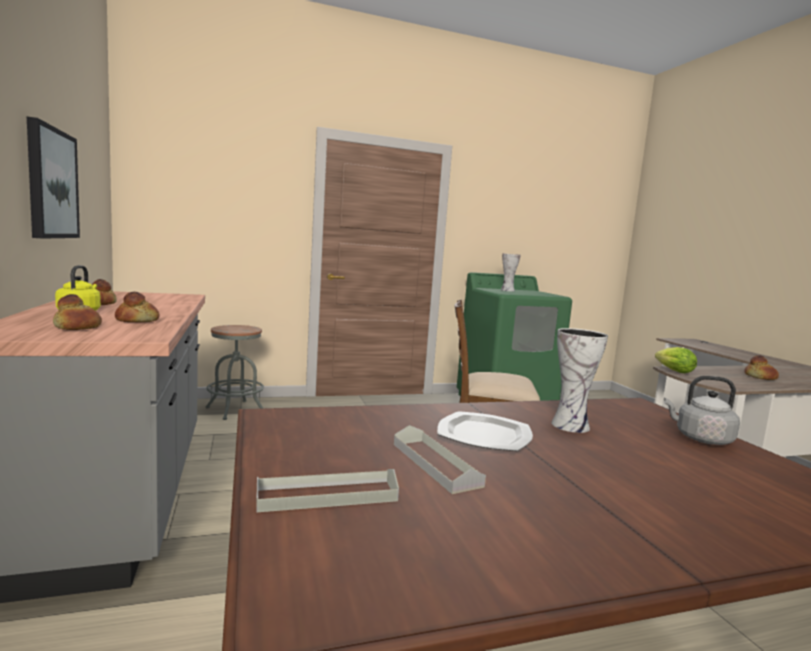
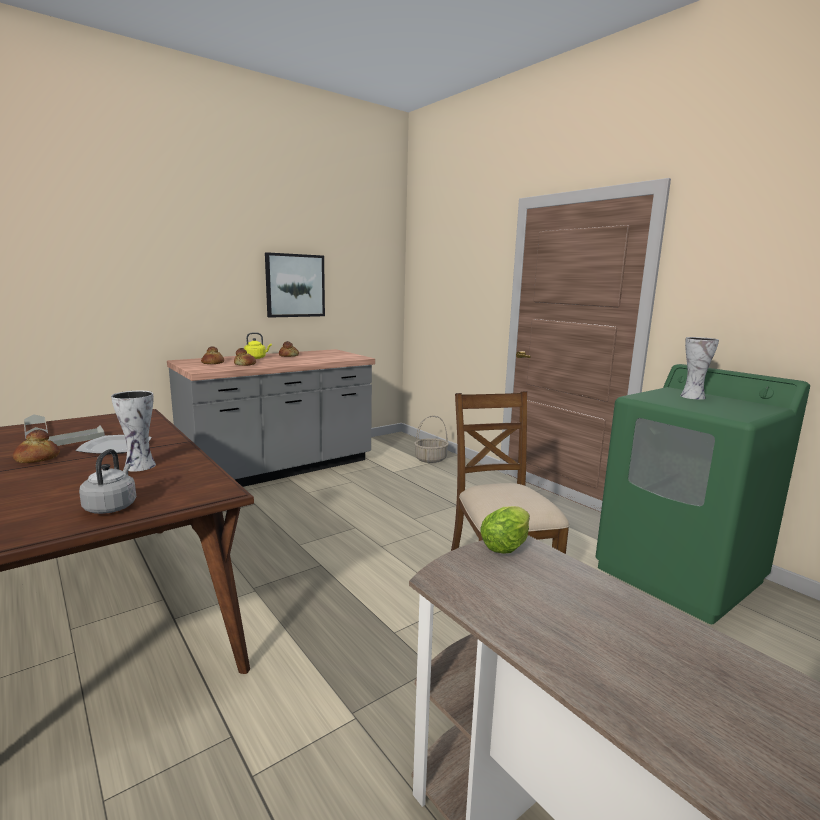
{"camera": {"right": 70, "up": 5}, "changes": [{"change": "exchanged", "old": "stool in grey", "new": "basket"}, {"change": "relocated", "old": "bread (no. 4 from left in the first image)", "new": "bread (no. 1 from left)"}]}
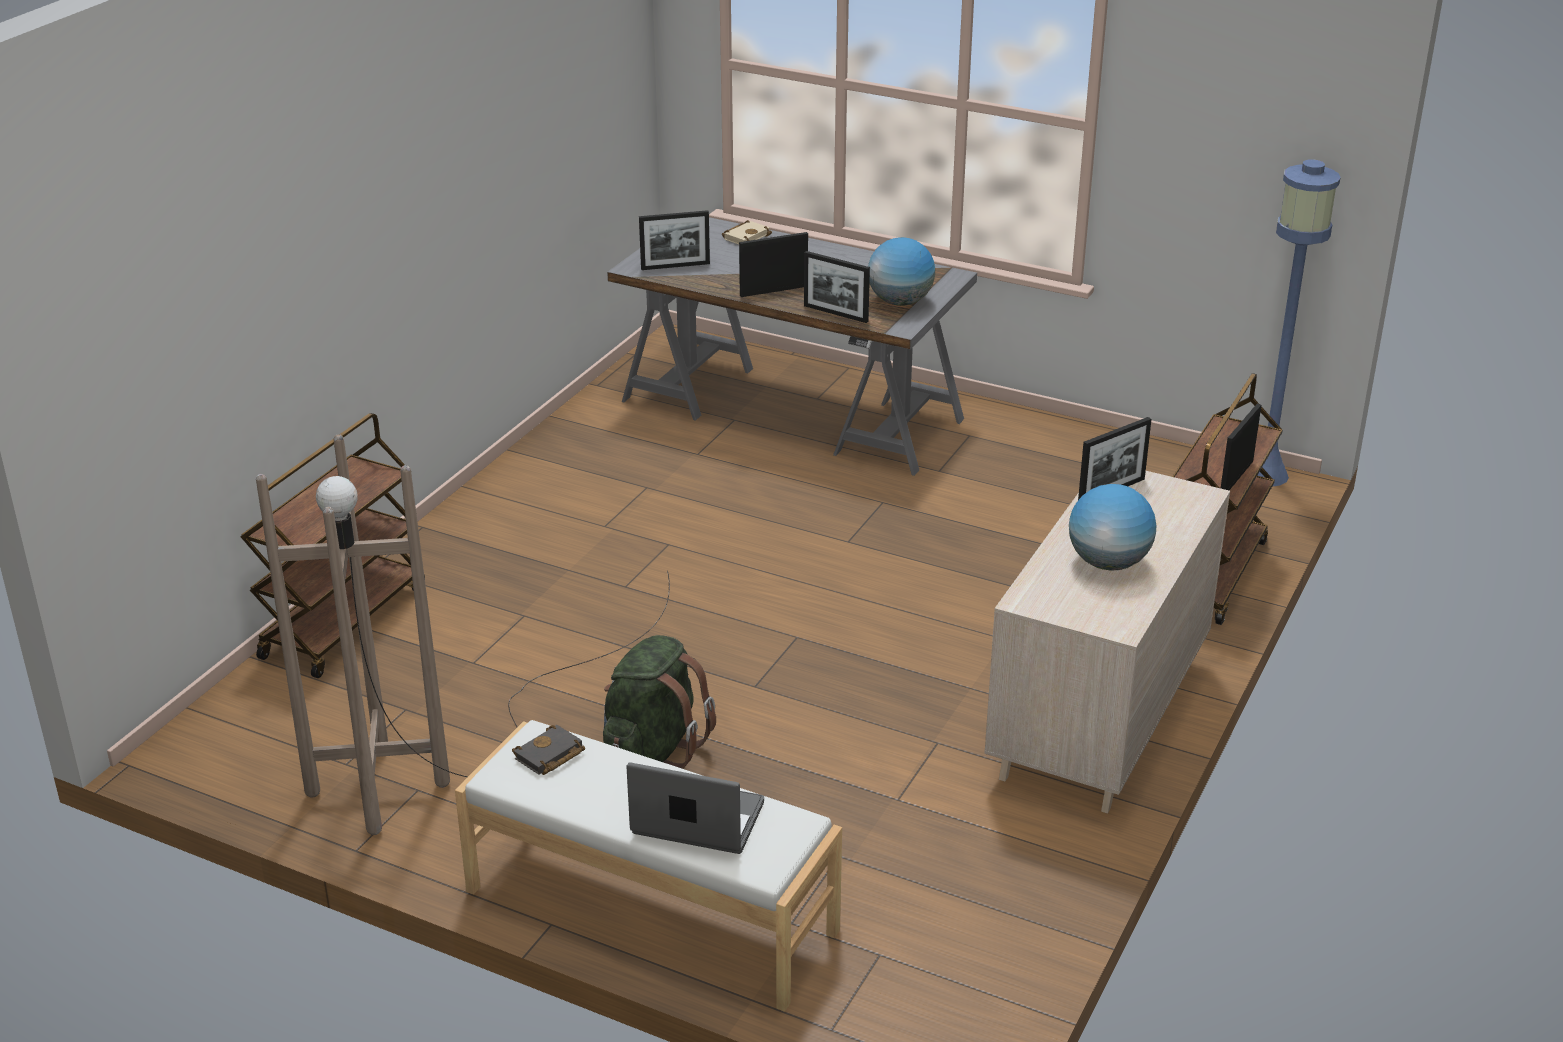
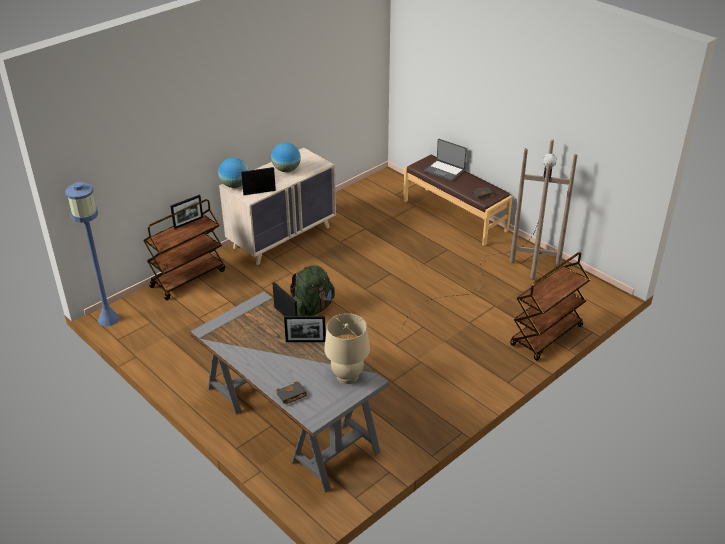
{"camera": {"right": -160, "up": 5}, "changes": [{"change": "colour", "old": "bench in white", "new": "bench in brown"}, {"change": "relocated", "old": "backpack in green"}, {"change": "exchanged", "old": "picture frame (no. 1 from left)", "new": "table lamp in beige"}, {"change": "colour", "old": "book in beige", "new": "book in black (no. 1 from left)"}, {"change": "relocated", "old": "globe (no. 1 from left)"}]}
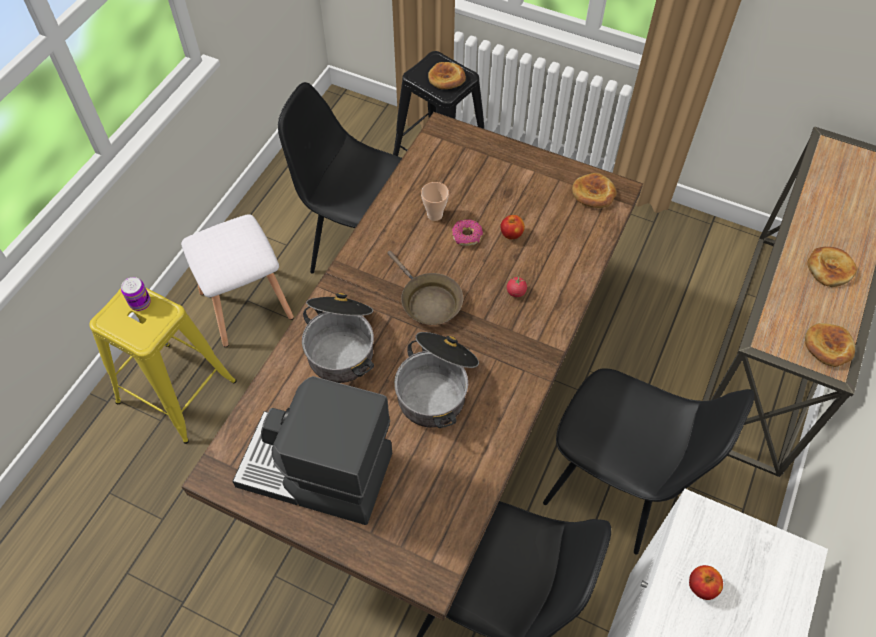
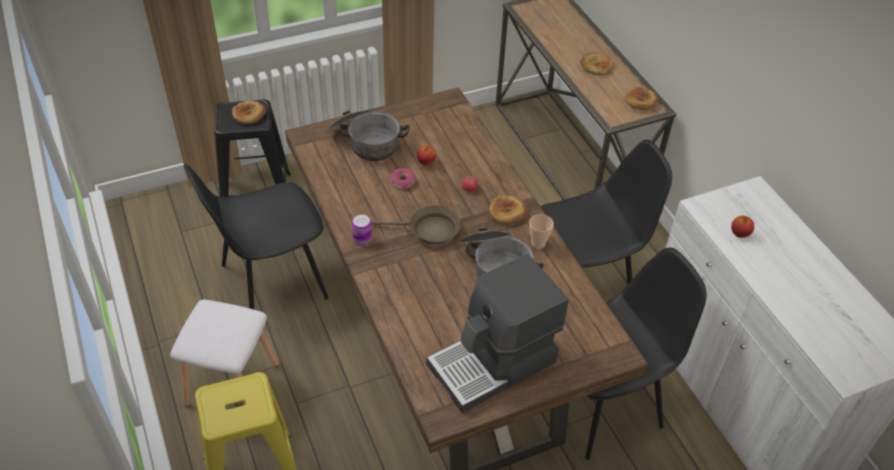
{"camera": {"right": -50, "up": -10}, "changes": [{"change": "relocated", "old": "can"}, {"change": "relocated", "old": "cooking pot (no. 1 from left)"}, {"change": "relocated", "old": "cup"}, {"change": "relocated", "old": "bread (no. 2 from left)"}]}
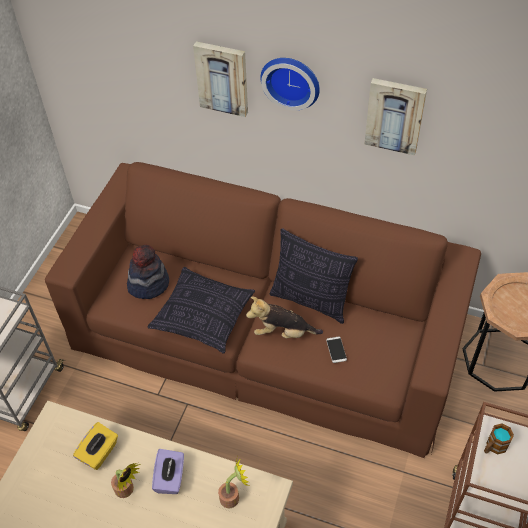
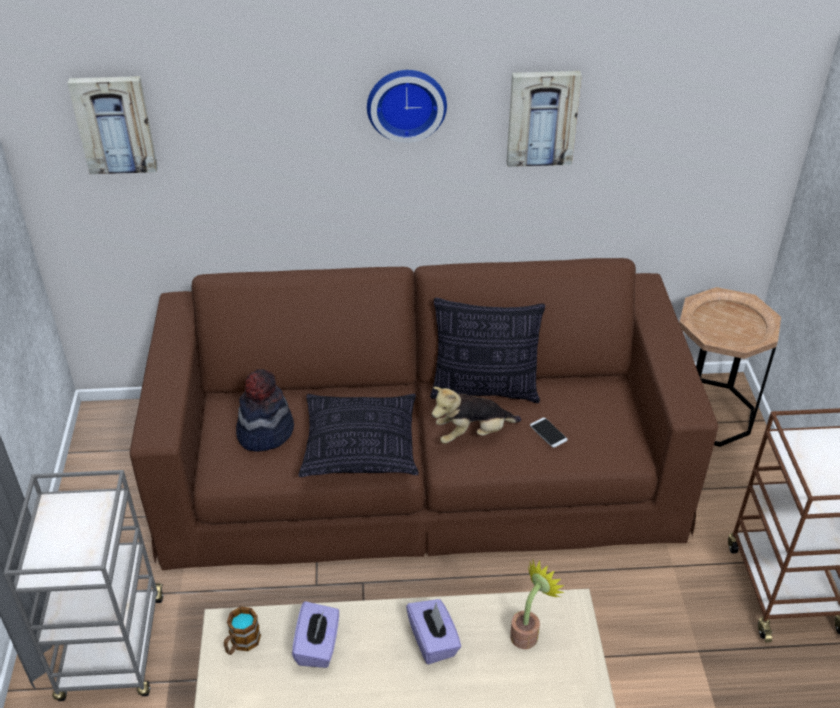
{"camera": {"right": -25, "up": -10}, "changes": [{"change": "colour", "old": "tissue box in yellow", "new": "tissue box in purple (no. 1 from left)"}, {"change": "missing", "old": "potted plant (no. 1 from left)"}, {"change": "relocated", "old": "picture (no. 1 from left)"}, {"change": "relocated", "old": "mug"}]}
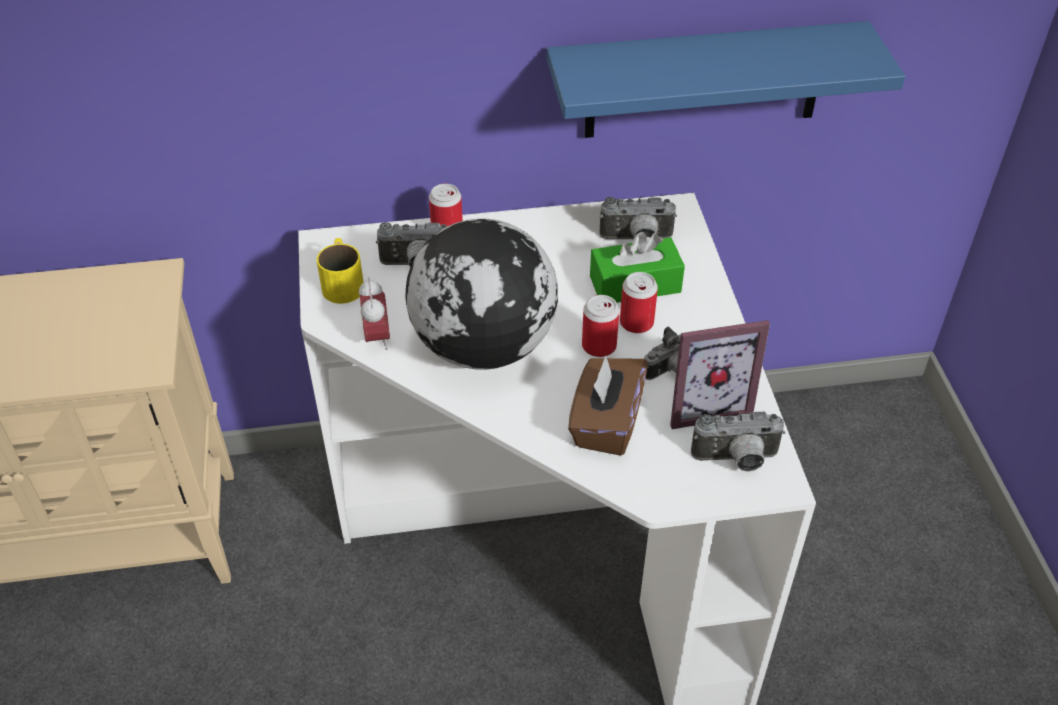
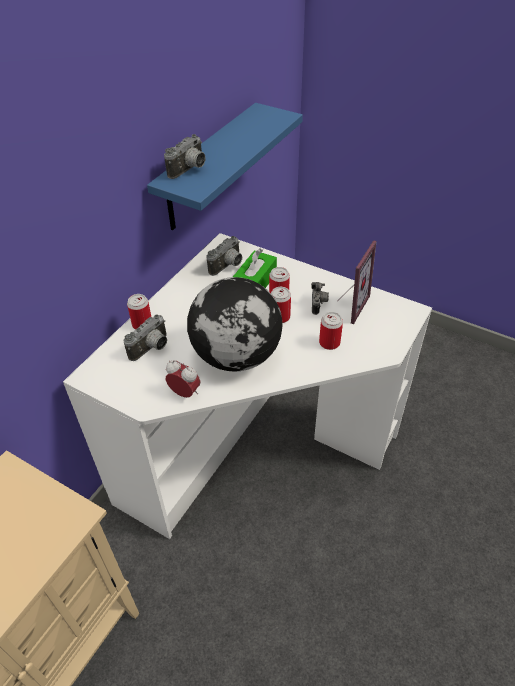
{"camera": {"right": -50, "up": 0}, "changes": [{"change": "missing", "old": "mug in yellow"}, {"change": "exchanged", "old": "tissue box in brown", "new": "can (no. 4 from left)"}, {"change": "relocated", "old": "photo camera (no. 4 from left in the first image)", "new": "photo camera (no. 2 from left)"}]}
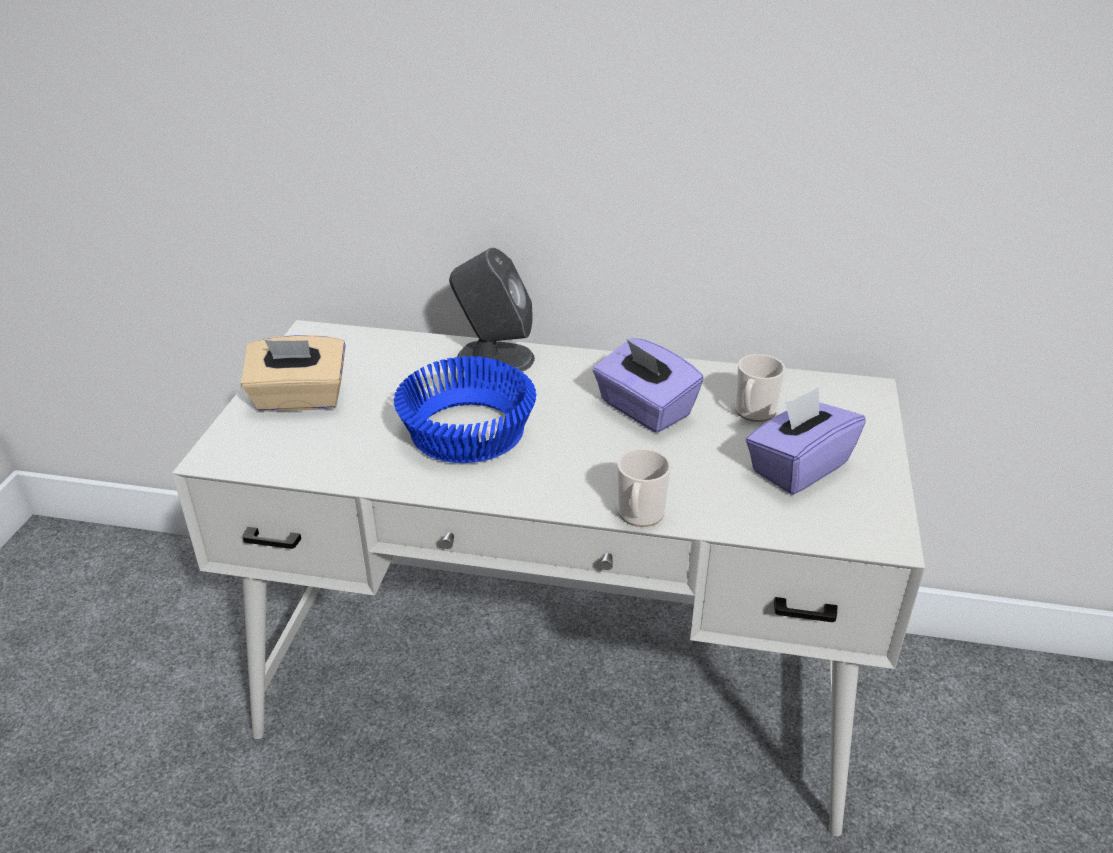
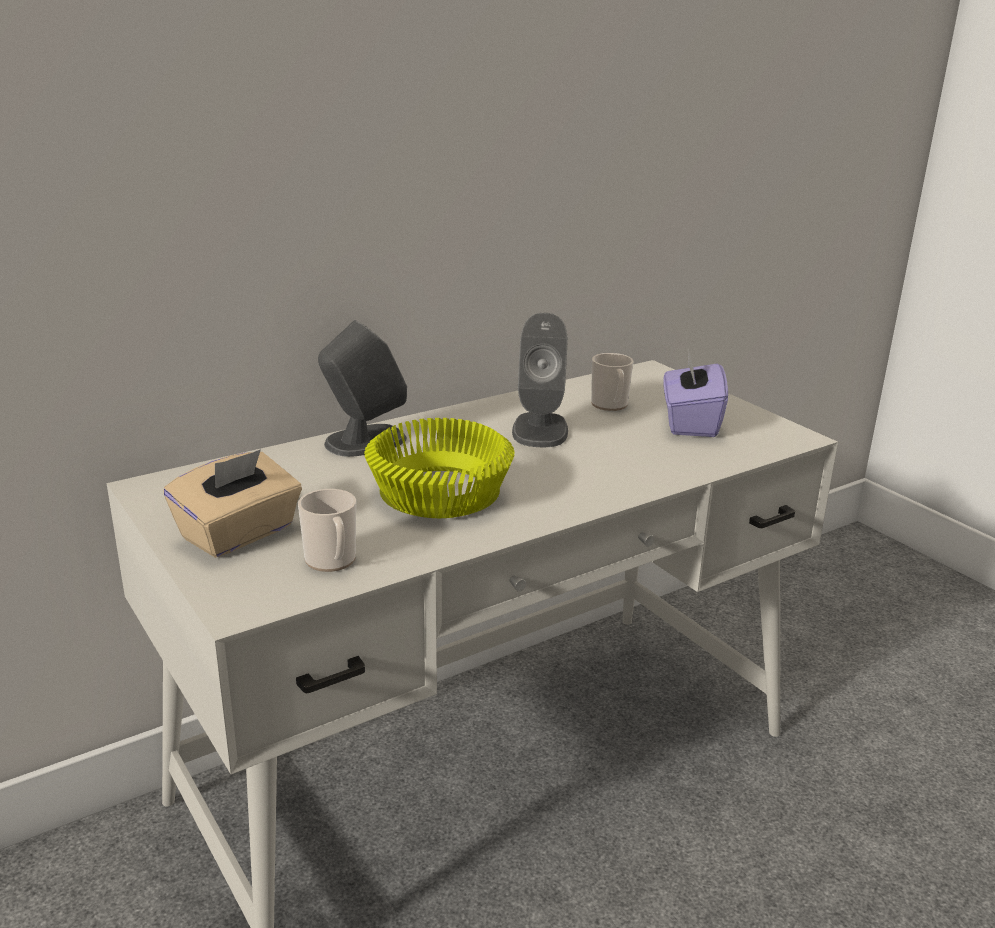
{"camera": {"right": -45, "up": -10}, "changes": [{"change": "colour", "old": "bowl in blue", "new": "bowl in yellow"}, {"change": "exchanged", "old": "tissue box in purple (no. 1 from left)", "new": "speaker in grey (no. 2 from left)"}, {"change": "relocated", "old": "mug (no. 1 from left)"}]}
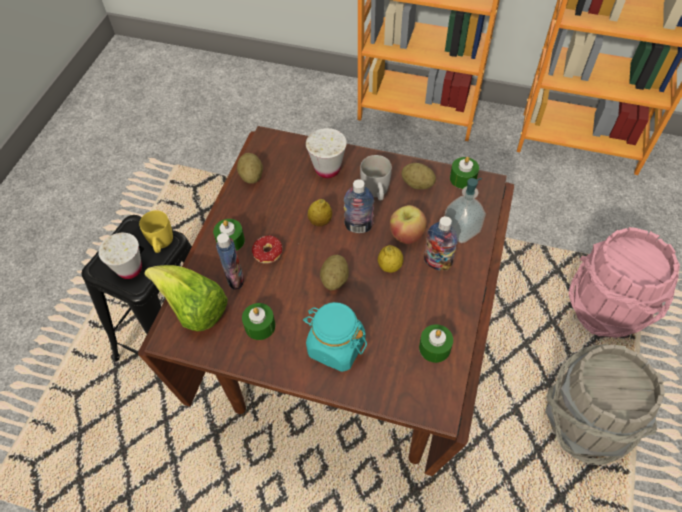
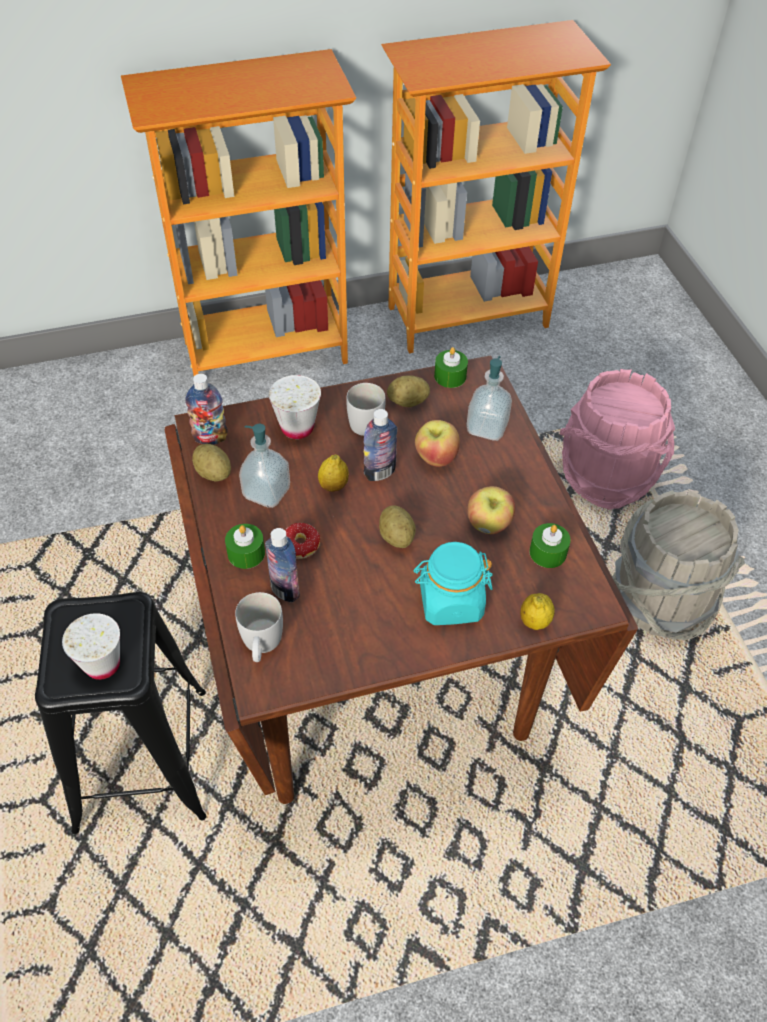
{"camera": {"right": -35, "up": -5}, "changes": [{"change": "missing", "old": "mug in yellow"}, {"change": "exchanged", "old": "lettuce", "new": "mug in white (no. 1 from left)"}, {"change": "missing", "old": "candle in green (no. 2 from left)"}, {"change": "relocated", "old": "lemon (no. 2 from left)"}, {"change": "relocated", "old": "bottle (no. 3 from left in the first image)", "new": "bottle (no. 1 from left)"}, {"change": "appeared", "new": "soap dispenser (no. 1 from left)"}, {"change": "appeared", "new": "apple (no. 2 from left)"}]}
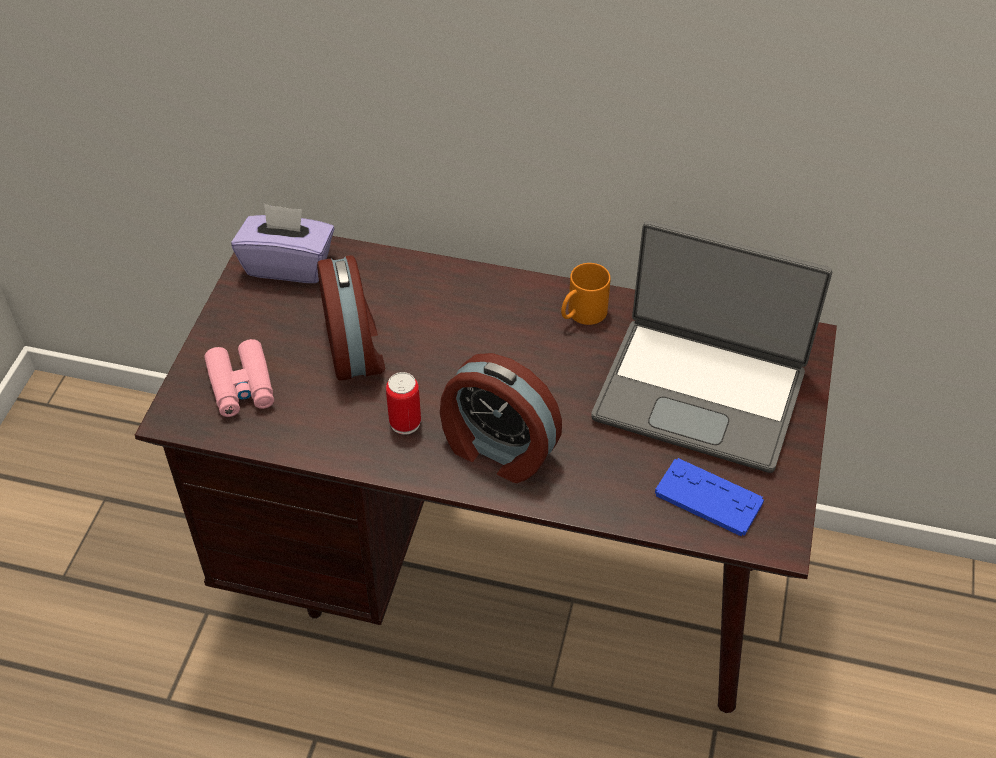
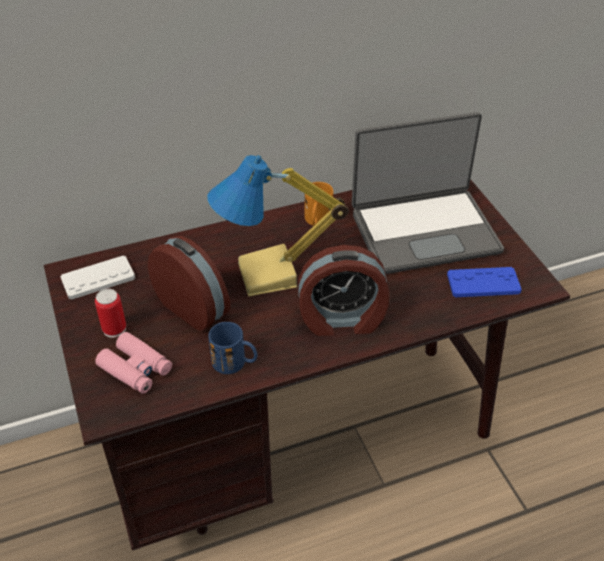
{"camera": {"right": -35, "up": -5}, "changes": [{"change": "exchanged", "old": "tissue box in purple", "new": "game controller in white"}, {"change": "relocated", "old": "can"}, {"change": "appeared", "new": "table lamp"}, {"change": "appeared", "new": "mug in blue"}]}
